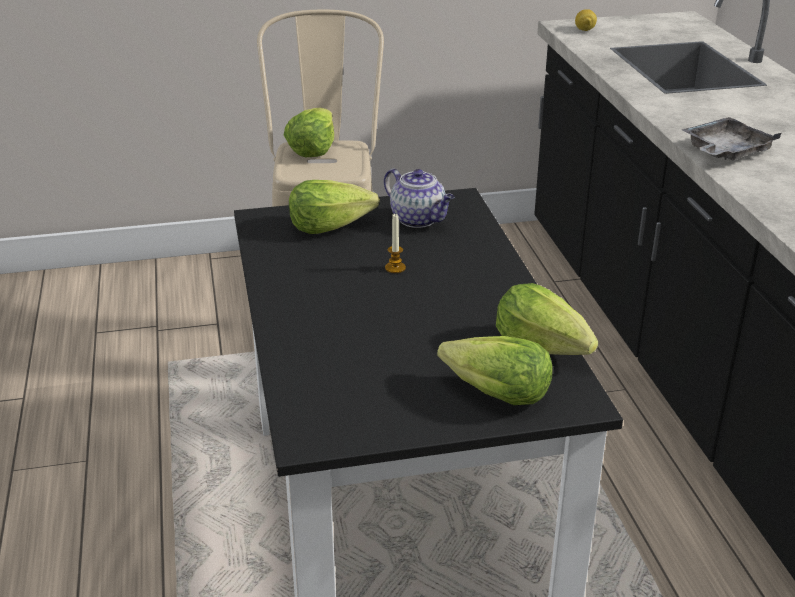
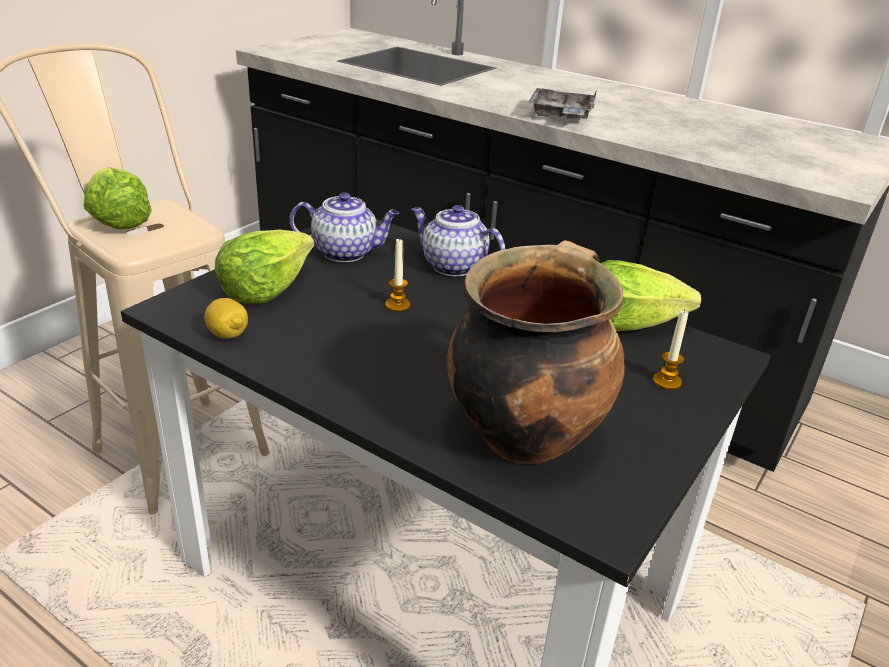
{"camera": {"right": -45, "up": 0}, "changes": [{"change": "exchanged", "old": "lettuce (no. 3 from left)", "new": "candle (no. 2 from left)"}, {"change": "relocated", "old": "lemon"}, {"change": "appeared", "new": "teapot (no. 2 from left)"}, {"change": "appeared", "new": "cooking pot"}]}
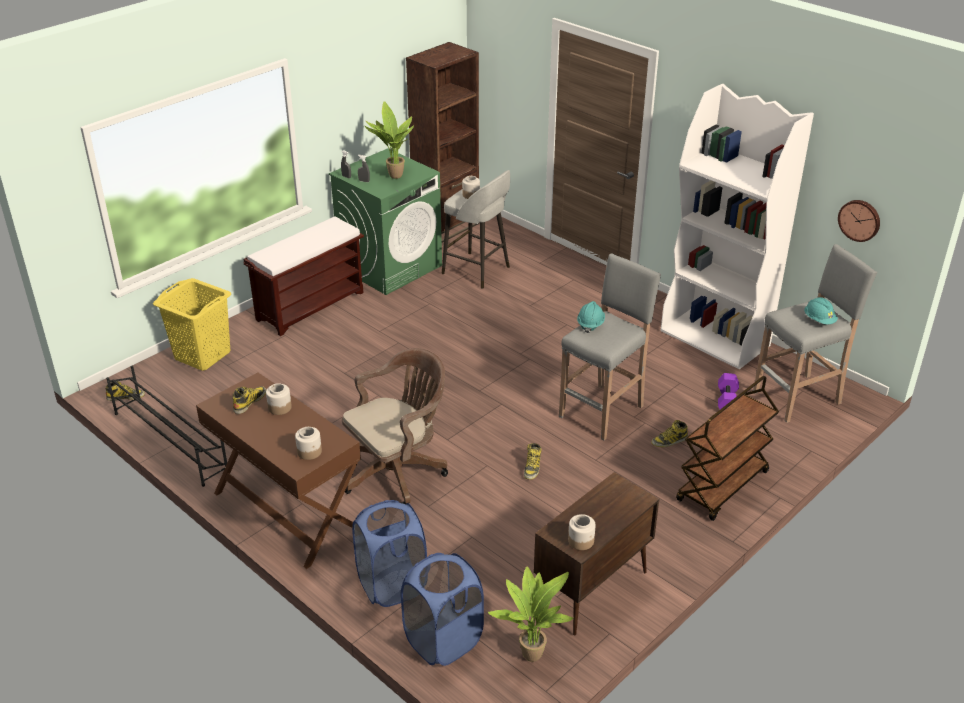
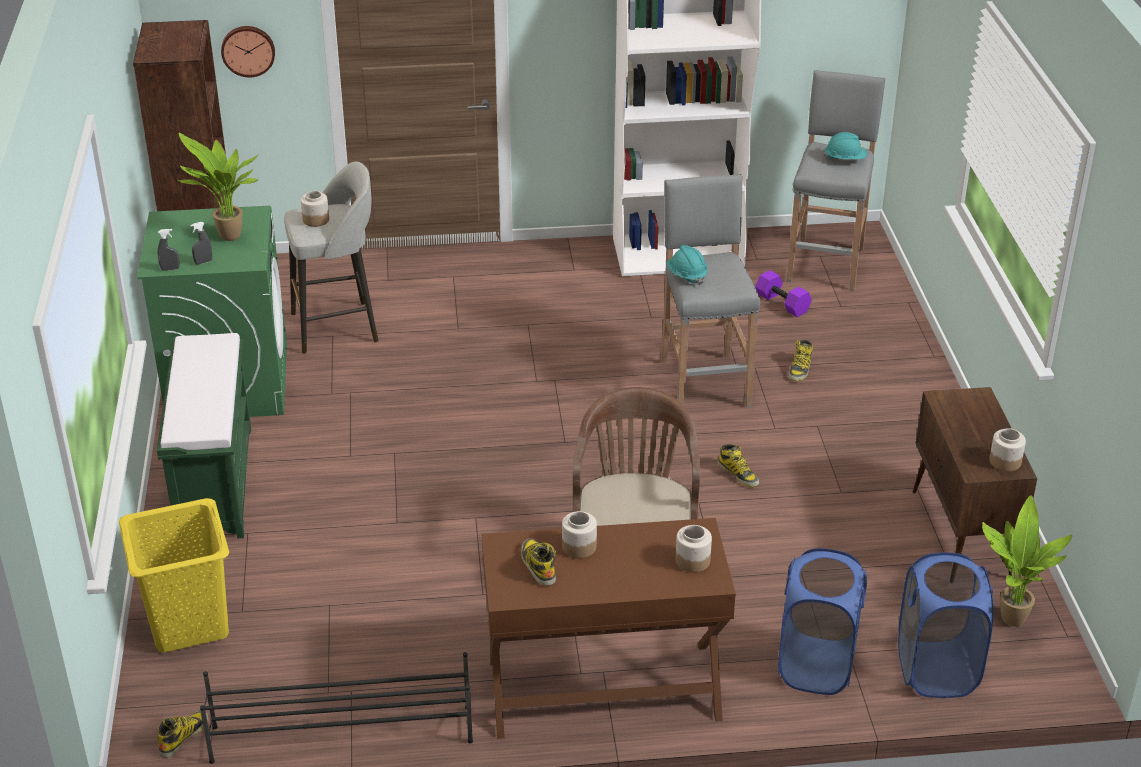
{"camera": {"right": -50, "up": 0}, "changes": [{"change": "colour", "old": "bench in brown", "new": "bench in green"}, {"change": "missing", "old": "cart in brown"}, {"change": "relocated", "old": "wall clock"}]}
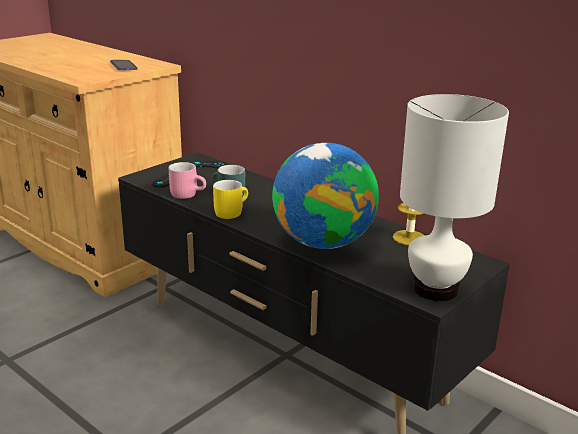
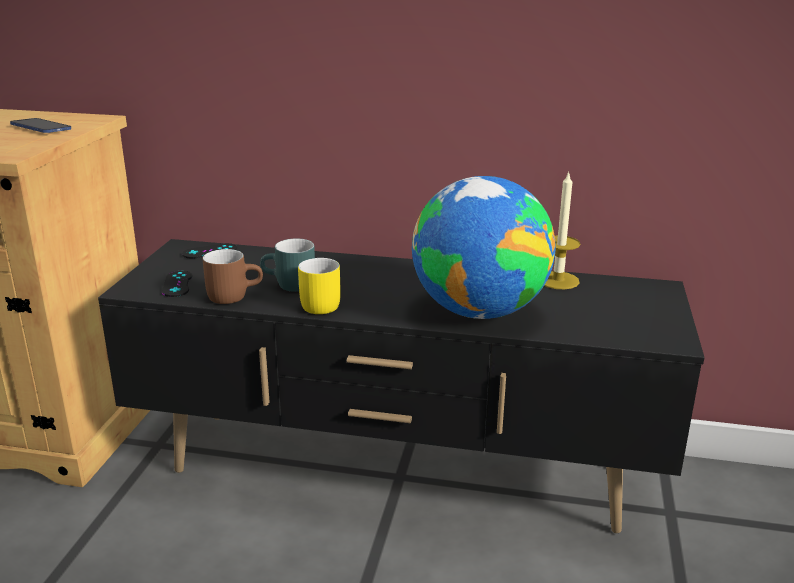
{"camera": {"right": -30, "up": 0}, "changes": [{"change": "colour", "old": "mug in pink", "new": "mug in brown"}, {"change": "missing", "old": "table lamp in white"}]}
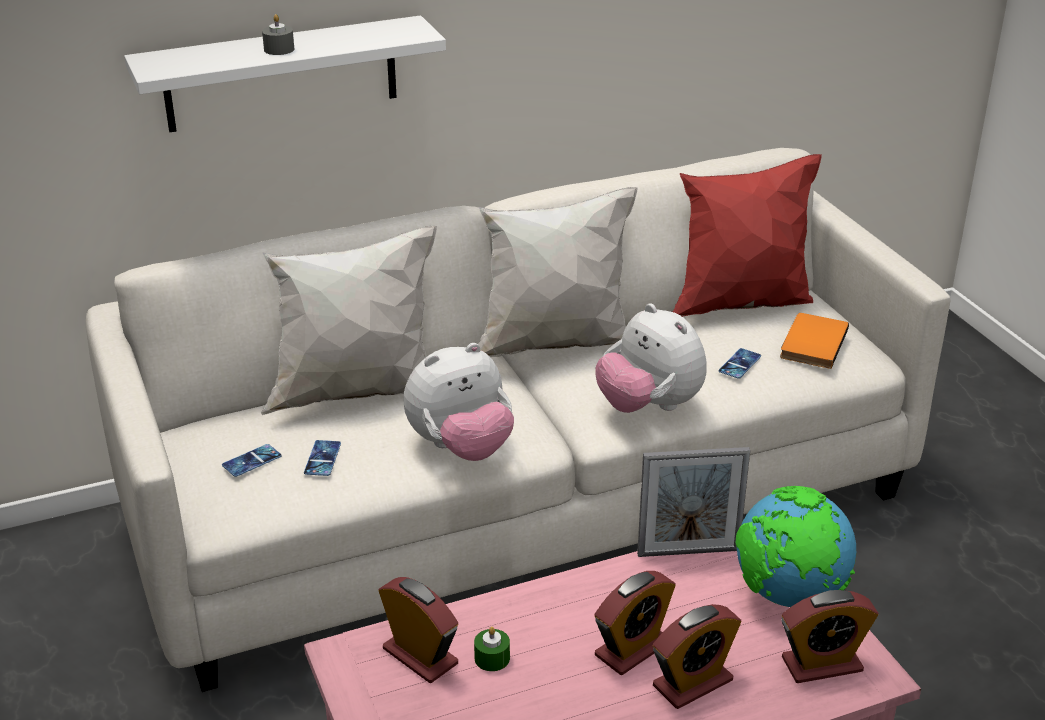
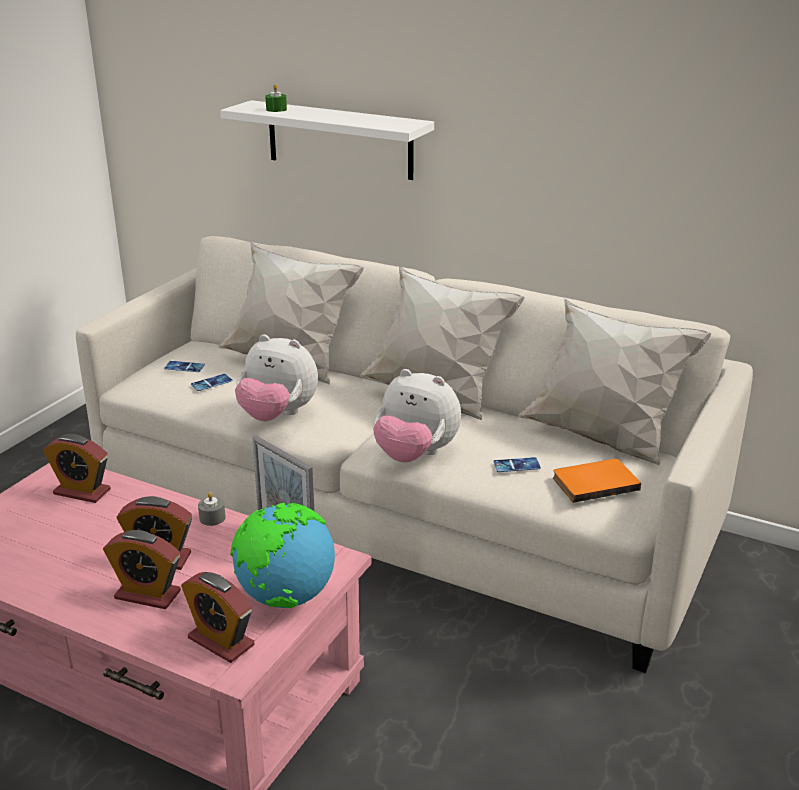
{"camera": {"right": 50, "up": -5}, "changes": [{"change": "relocated", "old": "candle in grey"}, {"change": "spun", "old": "alarm clock (no. 1 from left)", "degrees": 105}, {"change": "relocated", "old": "candle in green"}, {"change": "spun", "old": "plush toy (no. 2 from left)", "degrees": -75}, {"change": "colour", "old": "pillow in red", "new": "pillow in white (no. 3 from left)"}]}
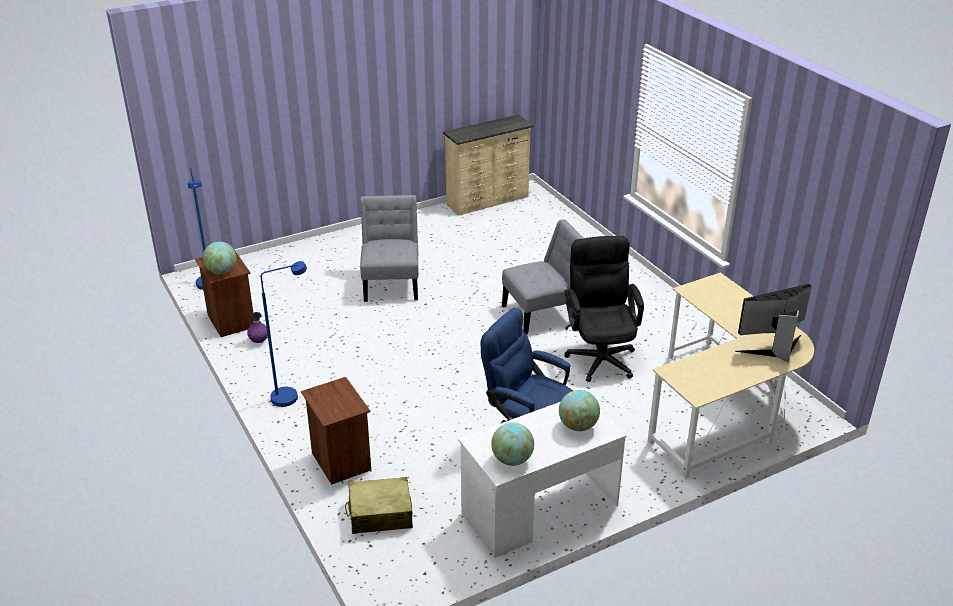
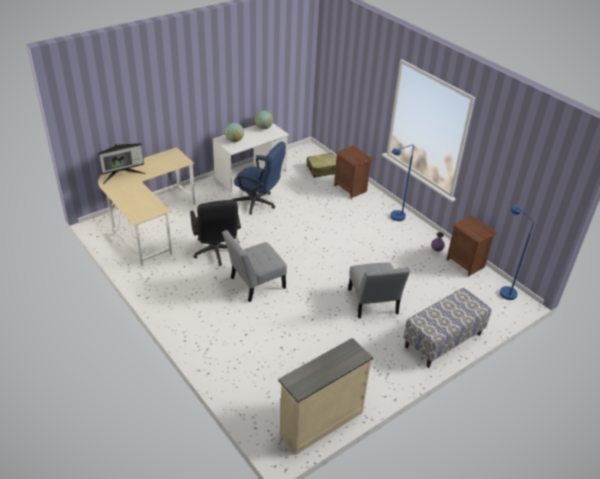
{"camera": {"right": 170, "up": 5}, "changes": [{"change": "missing", "old": "globe (no. 1 from left)"}, {"change": "appeared", "new": "bench"}]}
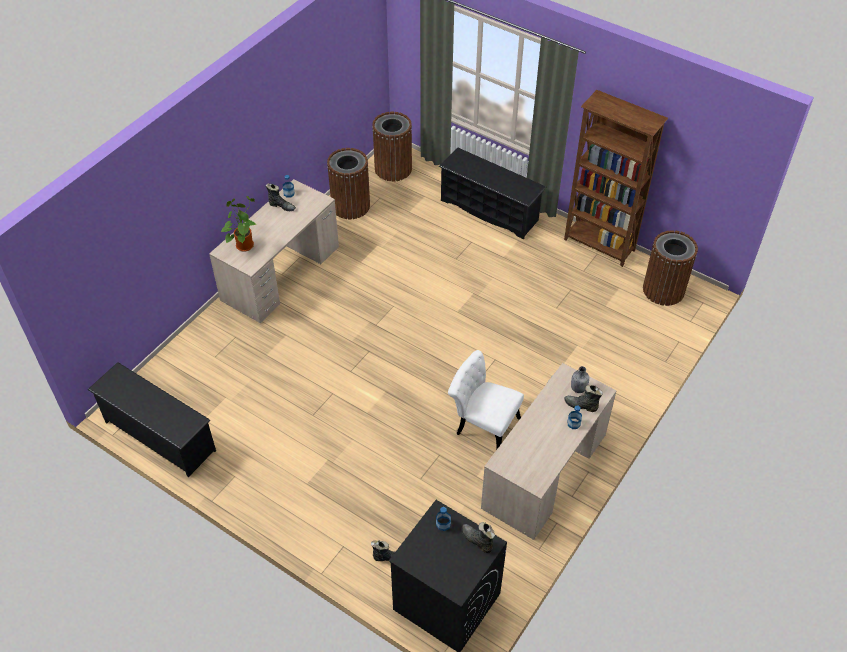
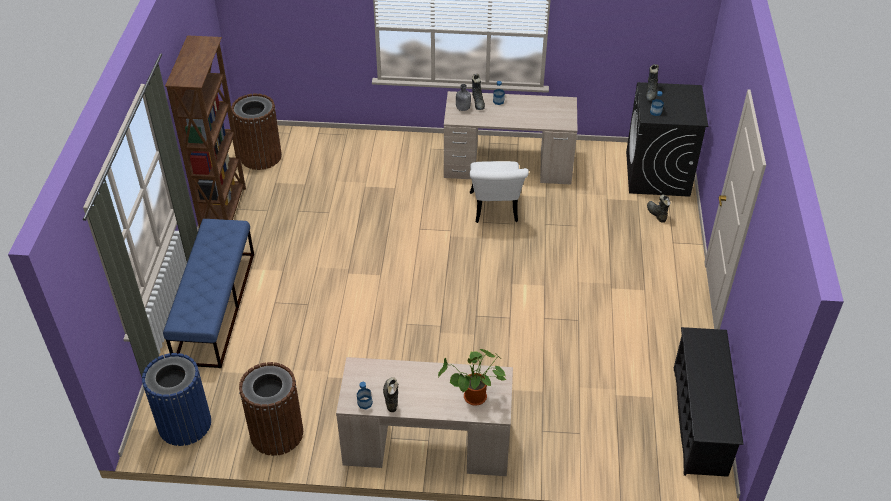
{"camera": {"right": -120, "up": -5}, "changes": [{"change": "colour", "old": "trash can in brown (no. 2 from left)", "new": "trash can in blue"}, {"change": "exchanged", "old": "shoe rack in black (no. 2 from left)", "new": "bench in blue"}]}
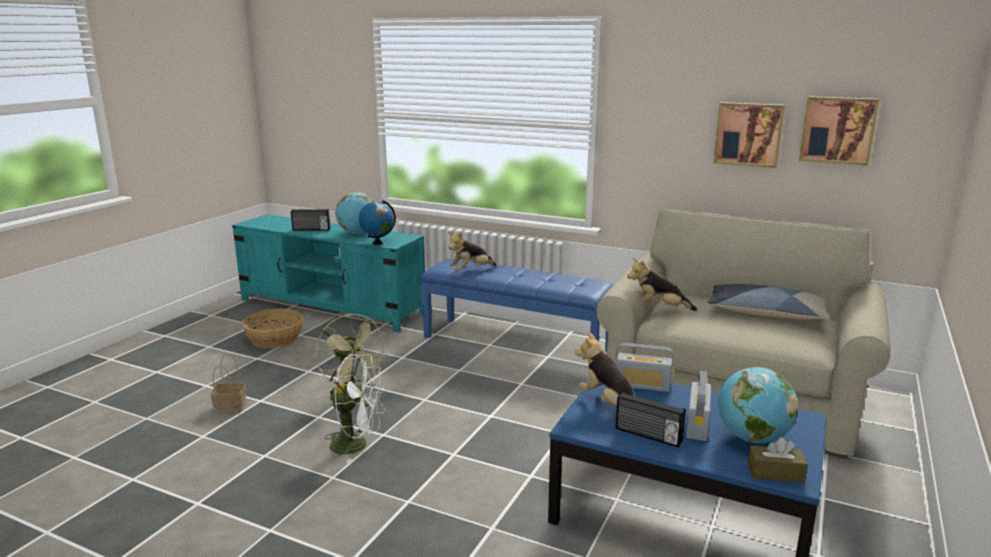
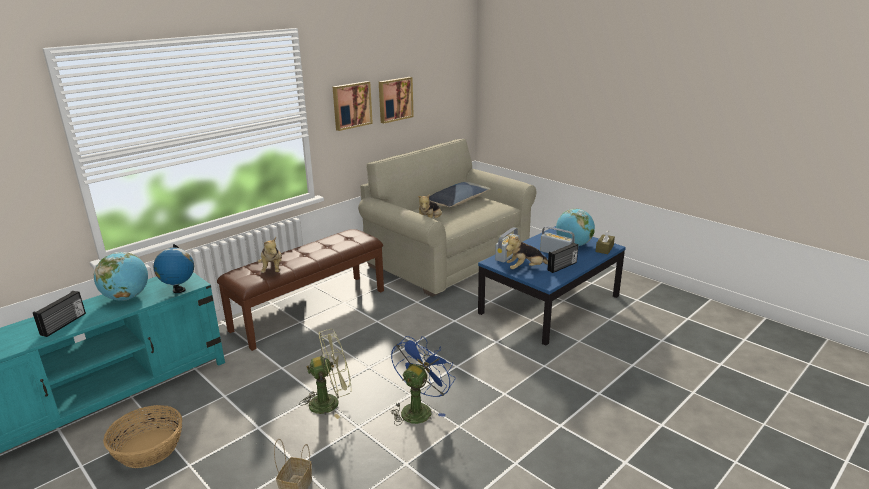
{"camera": {"right": -70, "up": 5}, "changes": [{"change": "colour", "old": "fan in white", "new": "fan in blue"}, {"change": "colour", "old": "bench in blue", "new": "bench in brown"}, {"change": "relocated", "old": "picture (no. 2 from left in the first image)", "new": "picture (no. 1 from left)"}]}
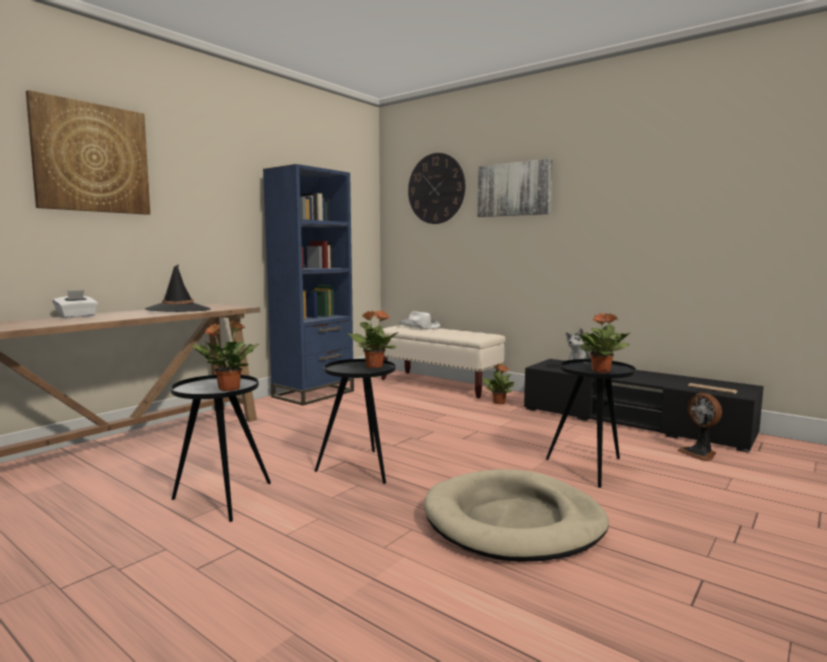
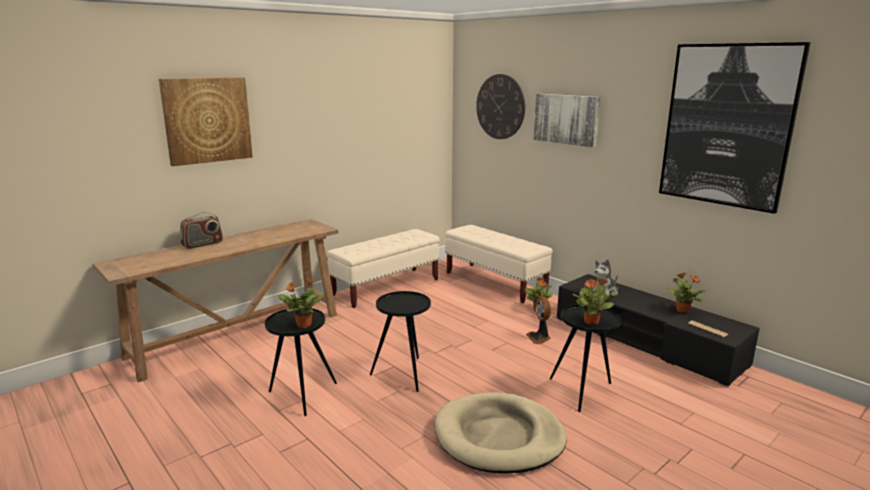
{"camera": {"right": 10, "up": 10}, "changes": [{"change": "exchanged", "old": "tissue box in white", "new": "radio"}, {"change": "missing", "old": "hat in black"}, {"change": "exchanged", "old": "bookcase in blue", "new": "bench in beige (no. 1 from left)"}, {"change": "relocated", "old": "potted plant (no. 2 from left in the first image)", "new": "potted plant (no. 4 from left)"}, {"change": "missing", "old": "hat in white"}, {"change": "relocated", "old": "fan"}, {"change": "appeared", "new": "picture (no. 3 from left)"}]}
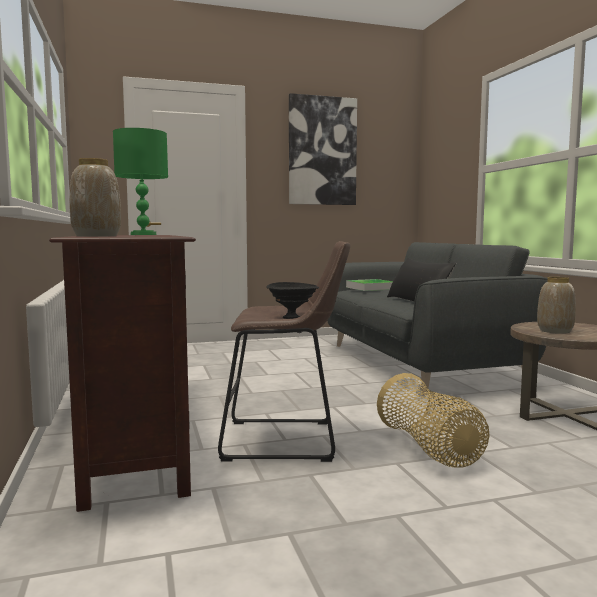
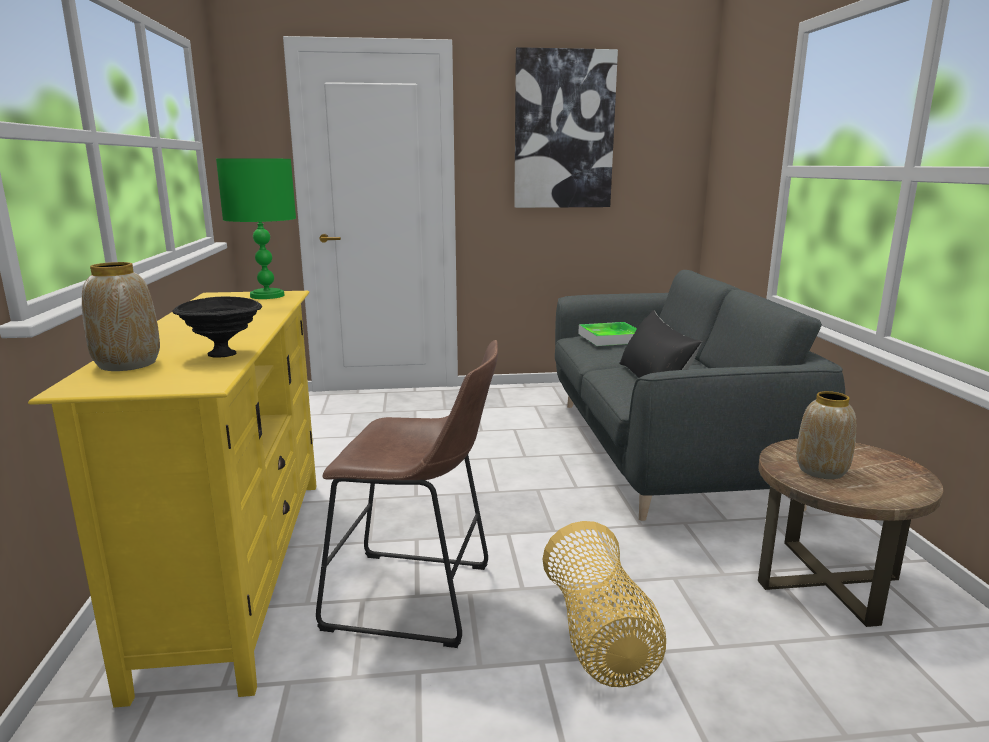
{"camera": {"right": 10, "up": 10}, "changes": [{"change": "colour", "old": "tv stand in brown", "new": "tv stand in yellow"}, {"change": "relocated", "old": "bowl in black"}]}
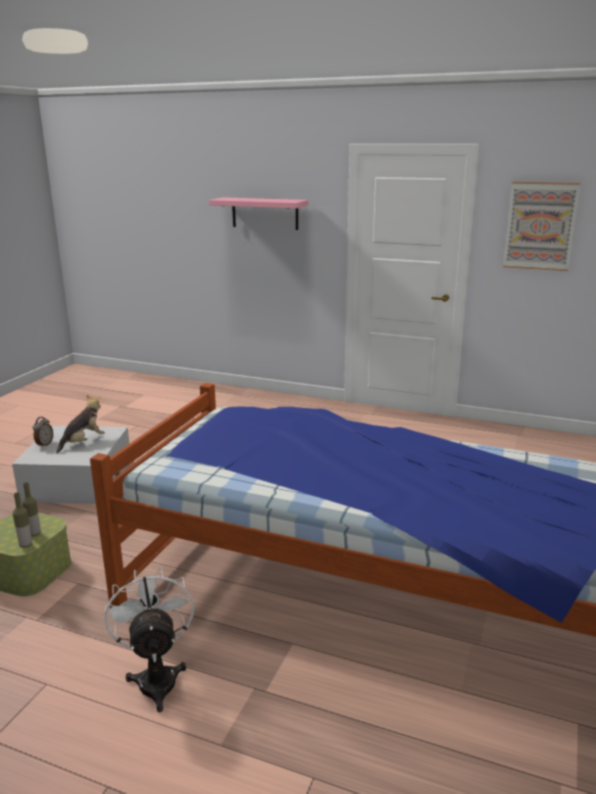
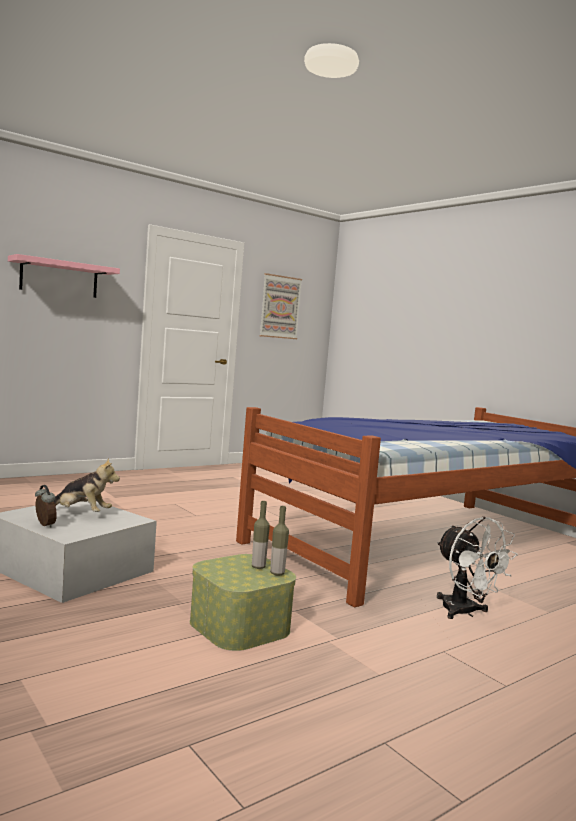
{"camera": {"right": -60, "up": -15}, "changes": [{"change": "spun", "old": "plush toy", "degrees": 120}, {"change": "spun", "old": "fan in white", "degrees": -135}]}
